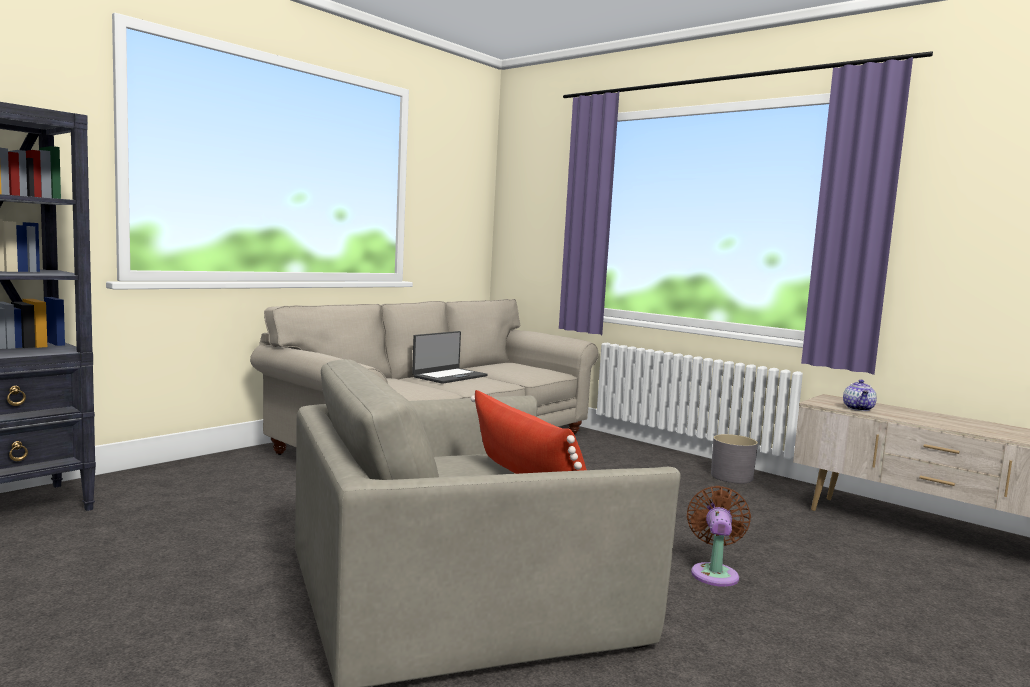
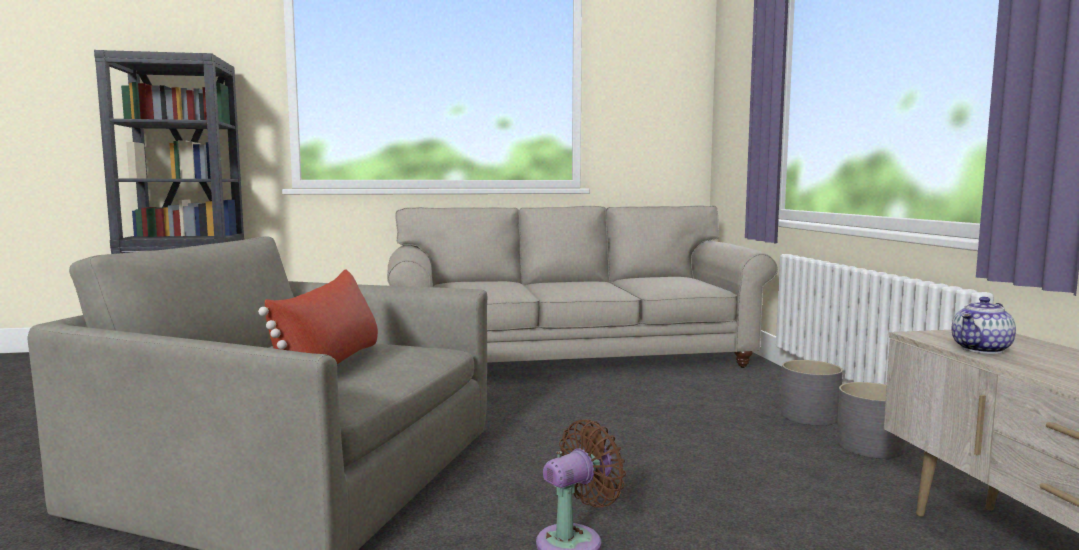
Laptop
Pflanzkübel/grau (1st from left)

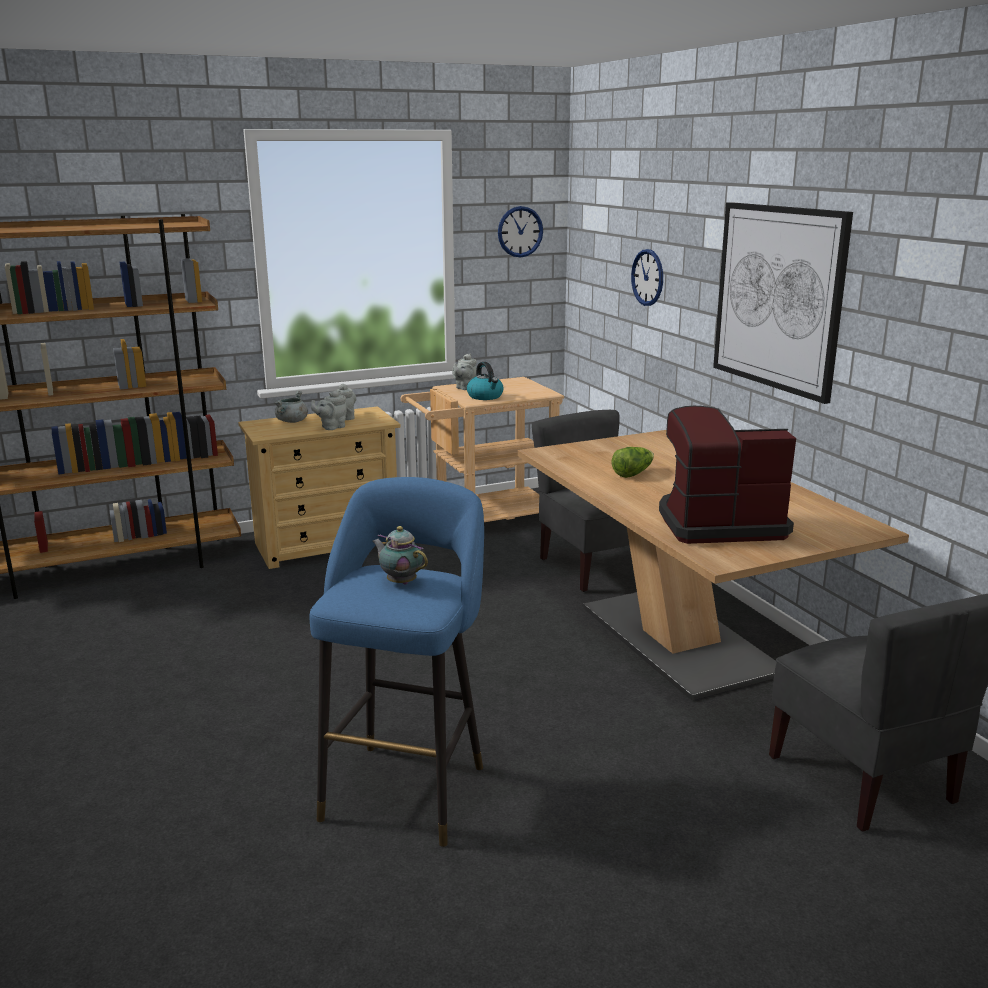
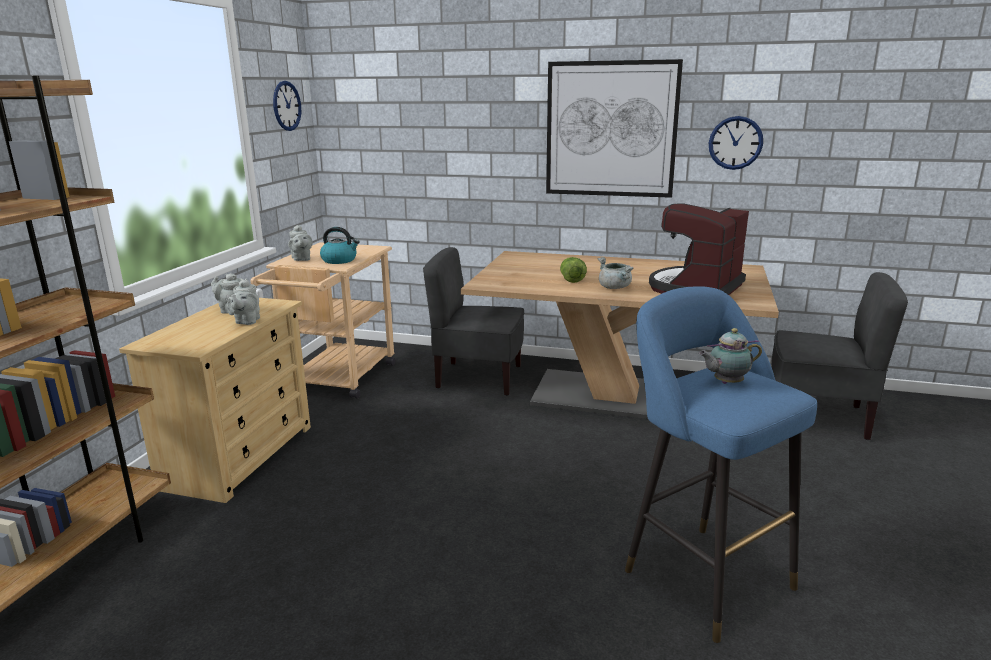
Kochtopf/grau
Wanduhr (2nd from left)

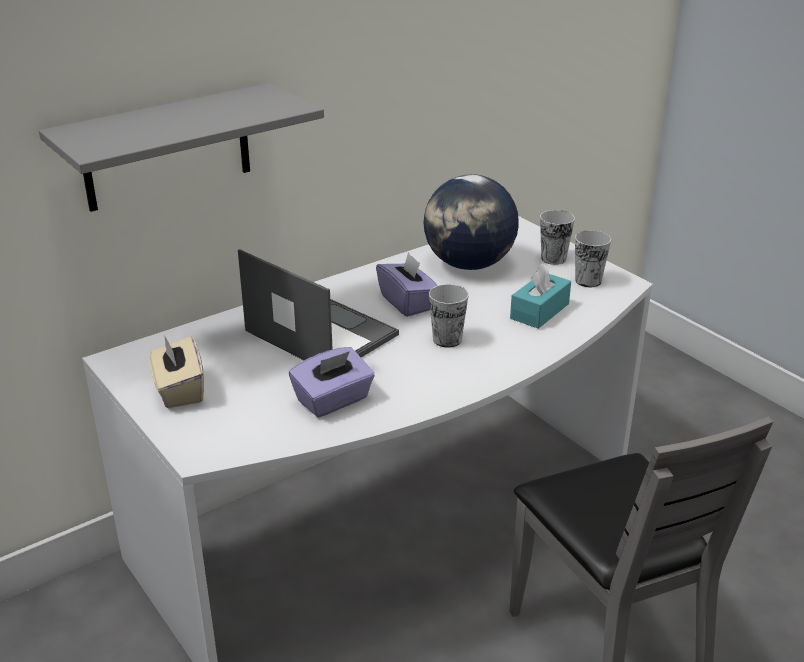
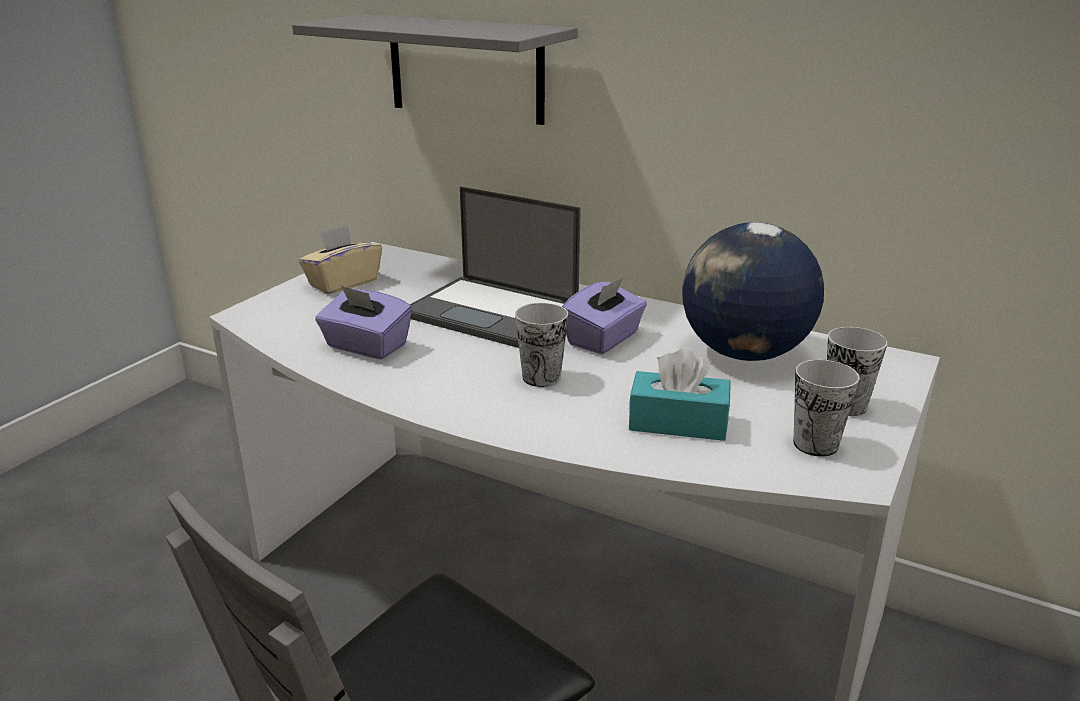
Laptop

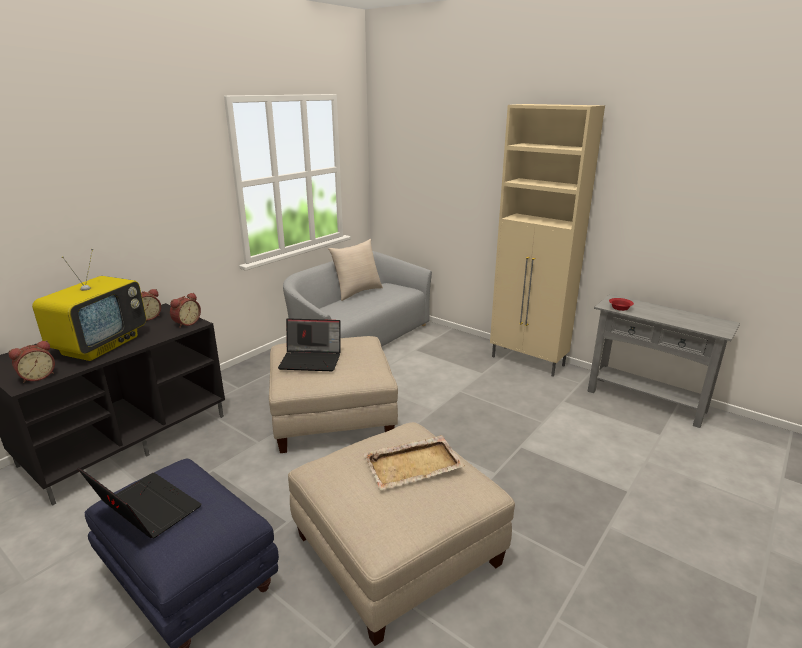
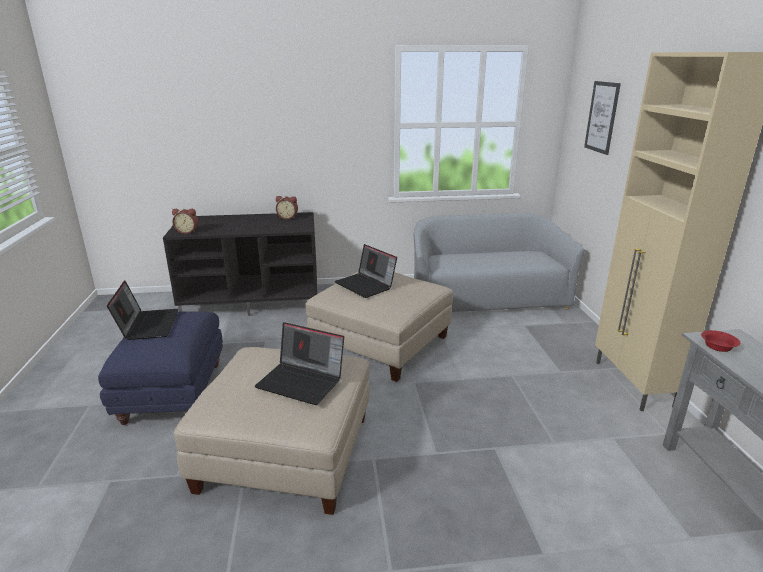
Fernseher
Wecker (3rd from left in the first image)
Kissen/beige
Bild
Laptop (2nd from left)

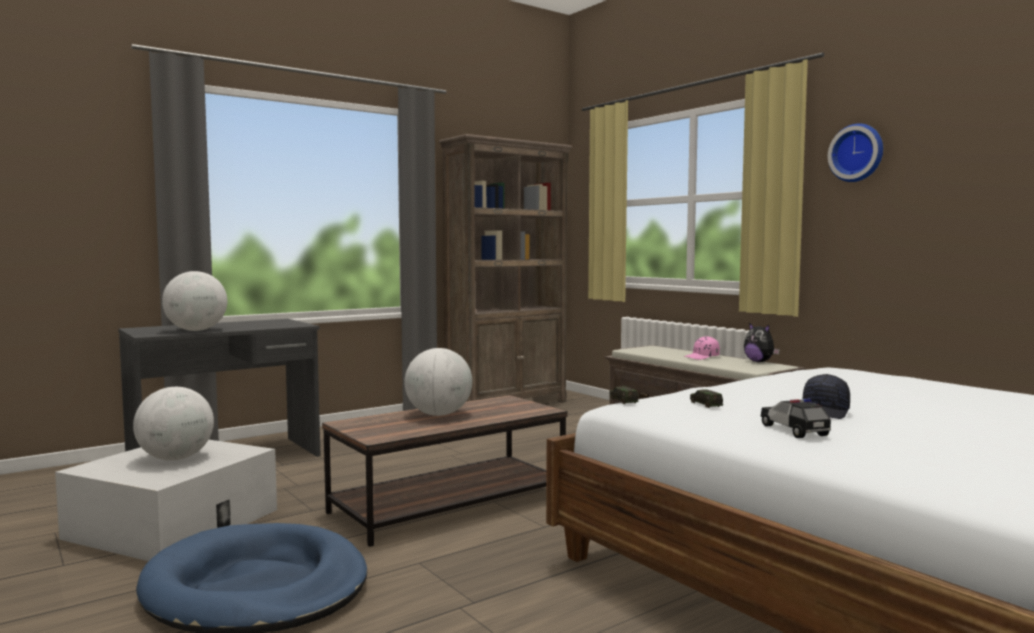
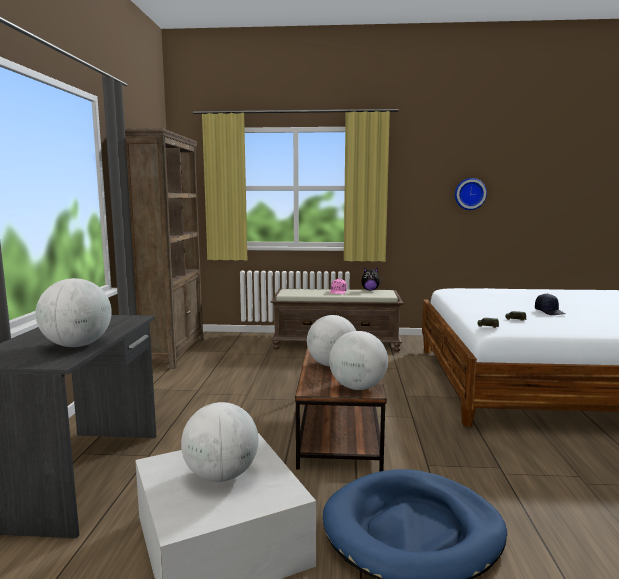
Spielzeugauto (3rd from left in the first image)
Globus (4th from left)
Wanduhr

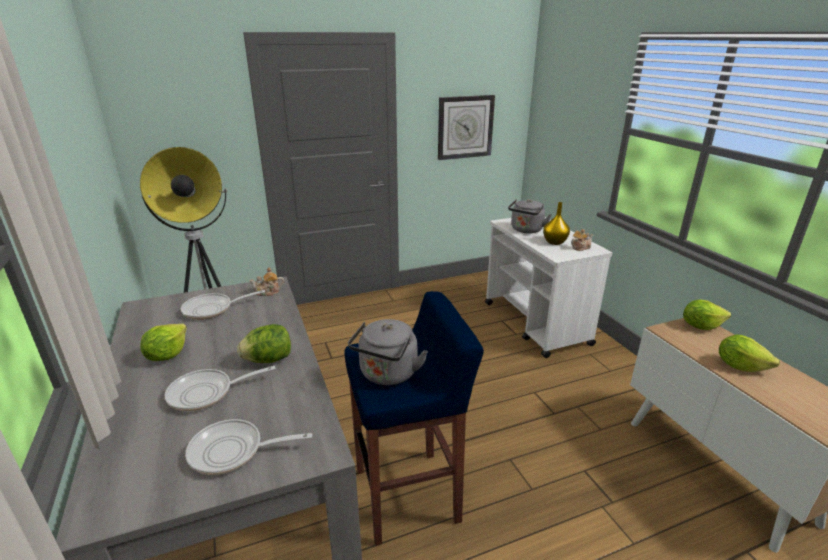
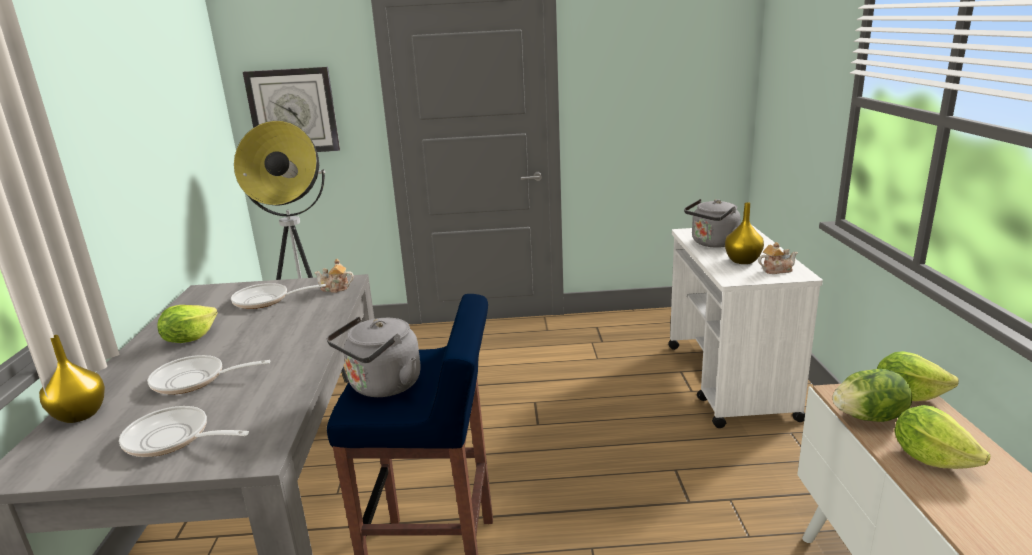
Vase/gelb (1st from left)
Salatkopf (2nd from left)
Wanduhr

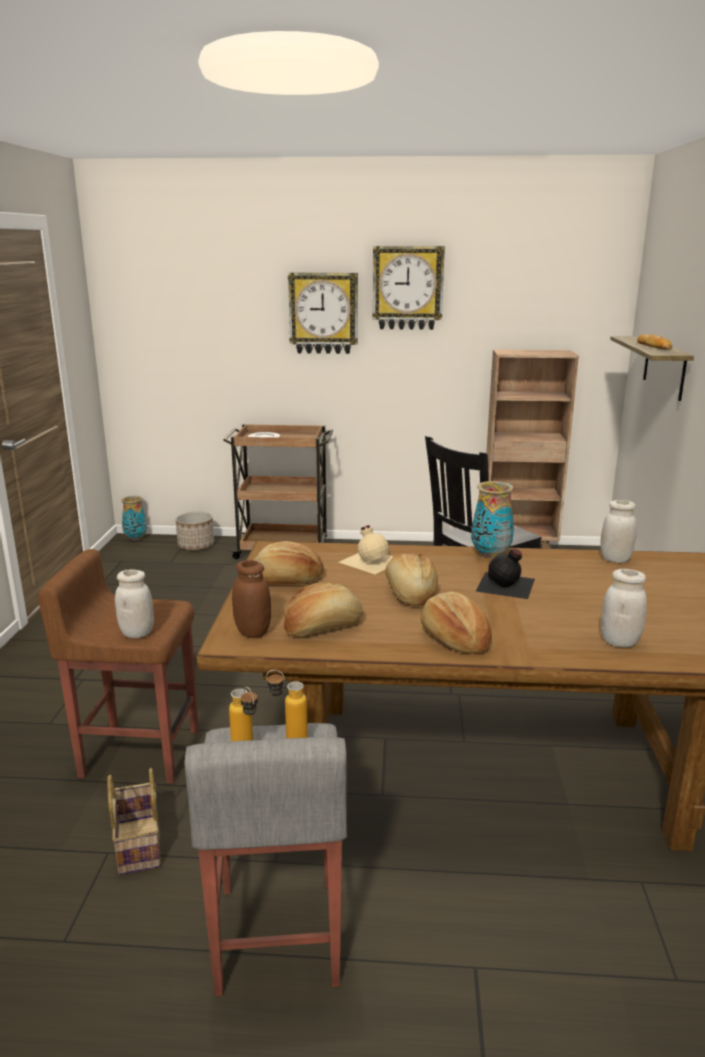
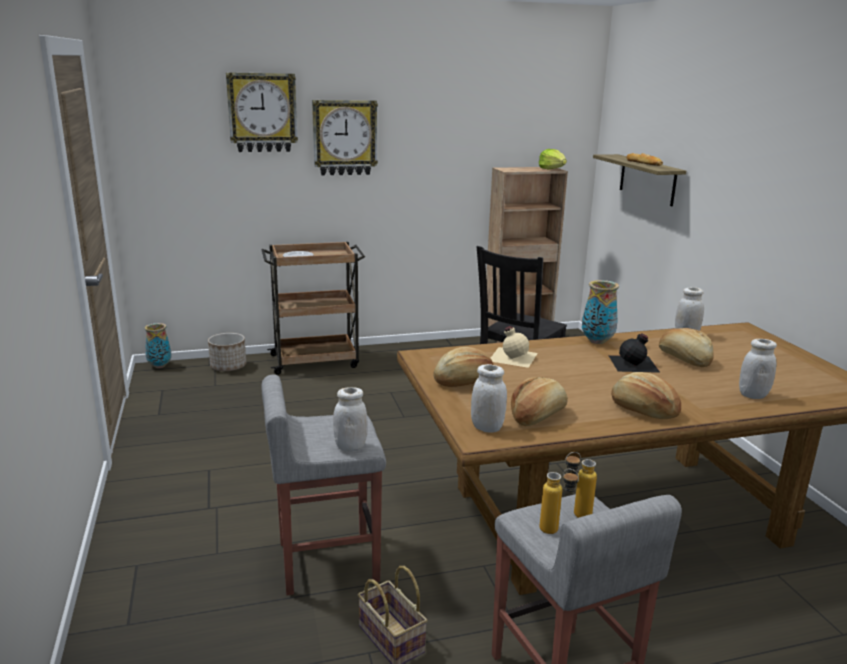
Salatkopf
Wanduhr (1st from left)
Brot (5th from left)
Hocker/grau (1st from left)
Vorratsglas/weiß (2nd from left)

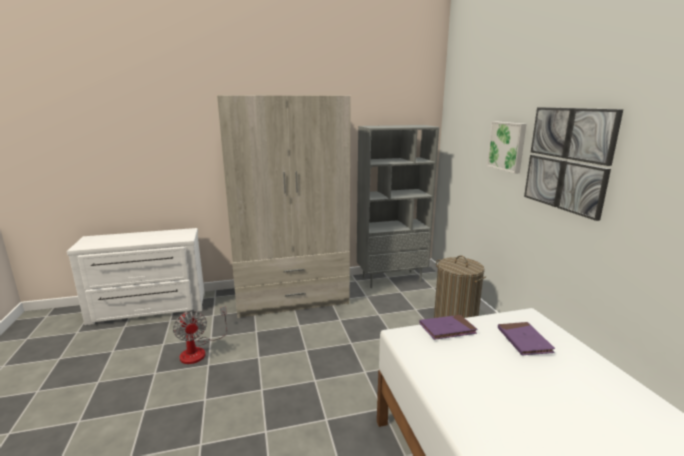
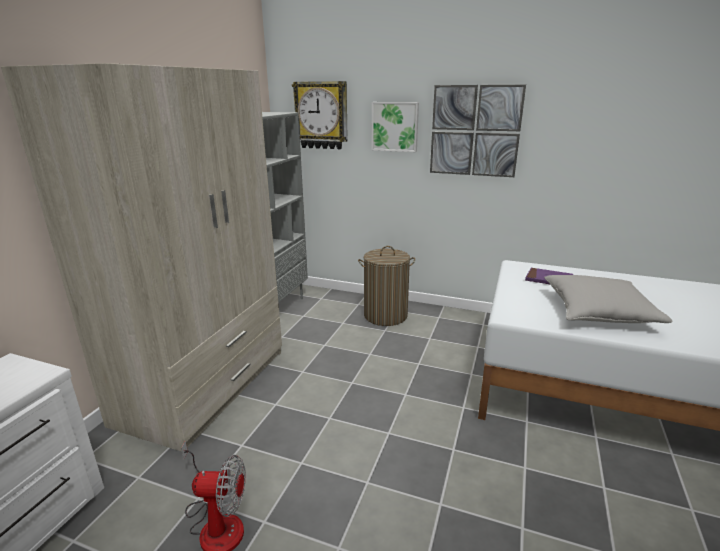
Buch/lila (1st from left in the first image)
Wanduhr
Kissen/grau

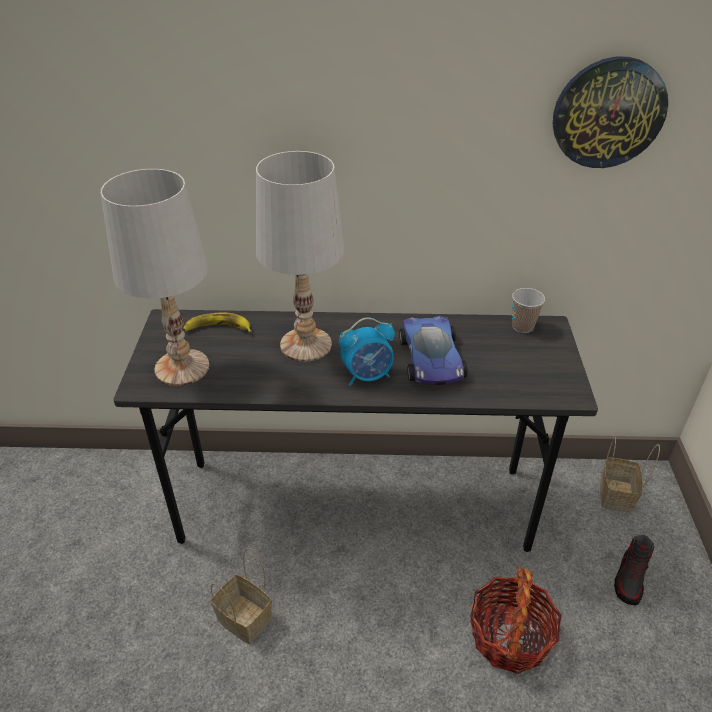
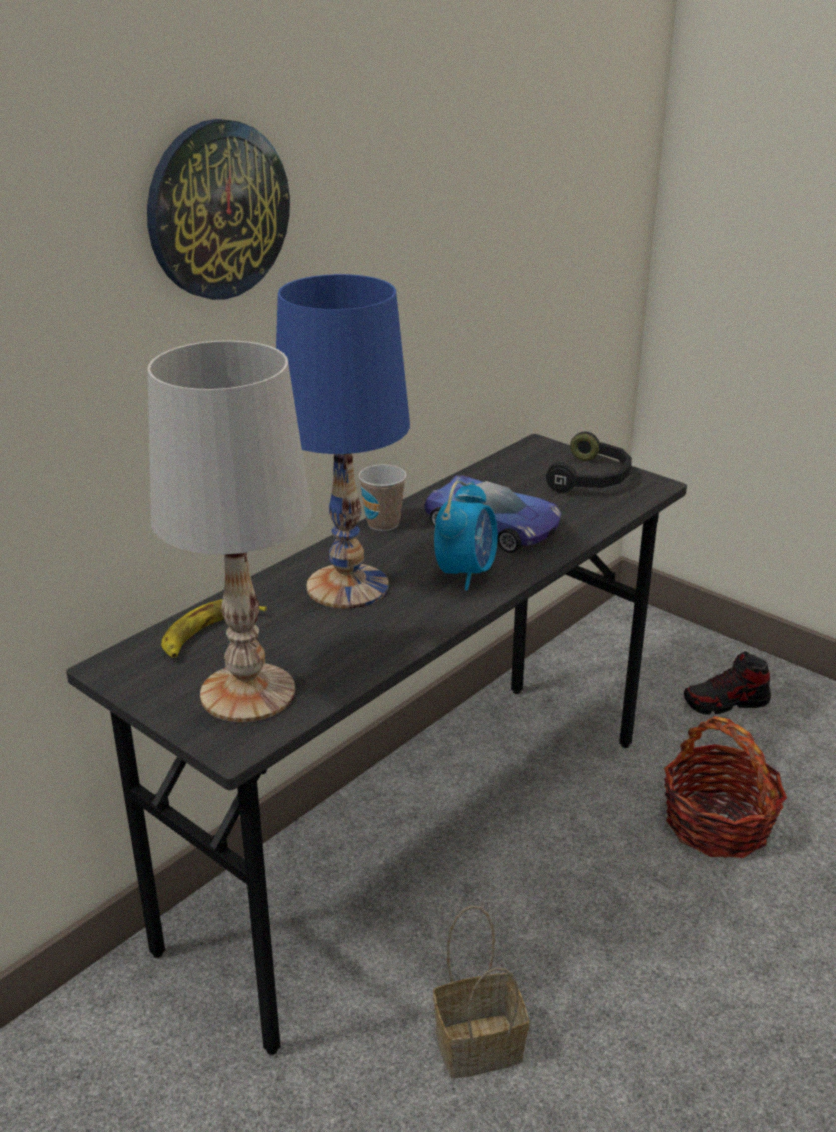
Korb (3rd from left in the first image)
Kopfhörer/schwarz
Tasse
Wanduhr
Tischlampe/blau
Schuh

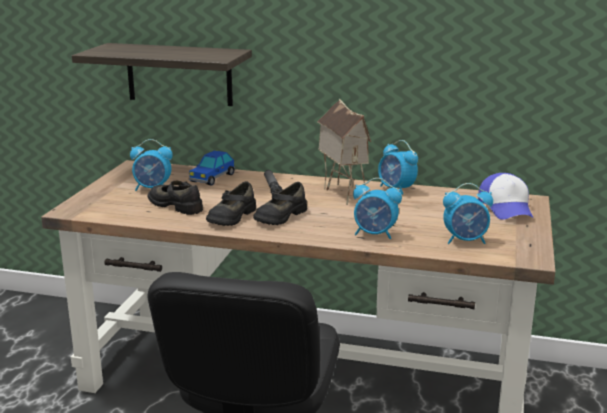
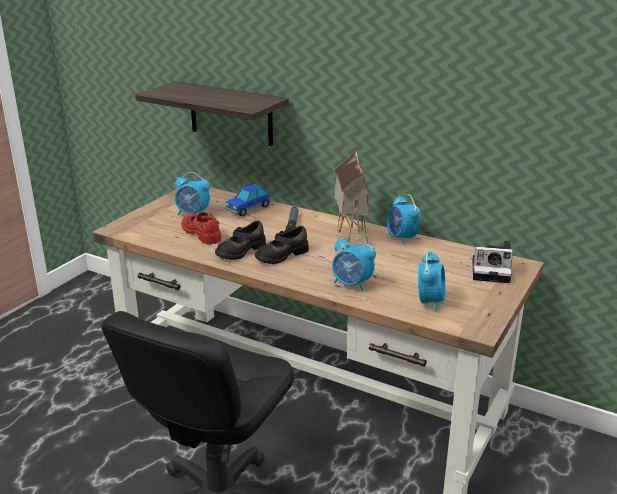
Kamera
Schuh/rot
Wecker (4th from left)

